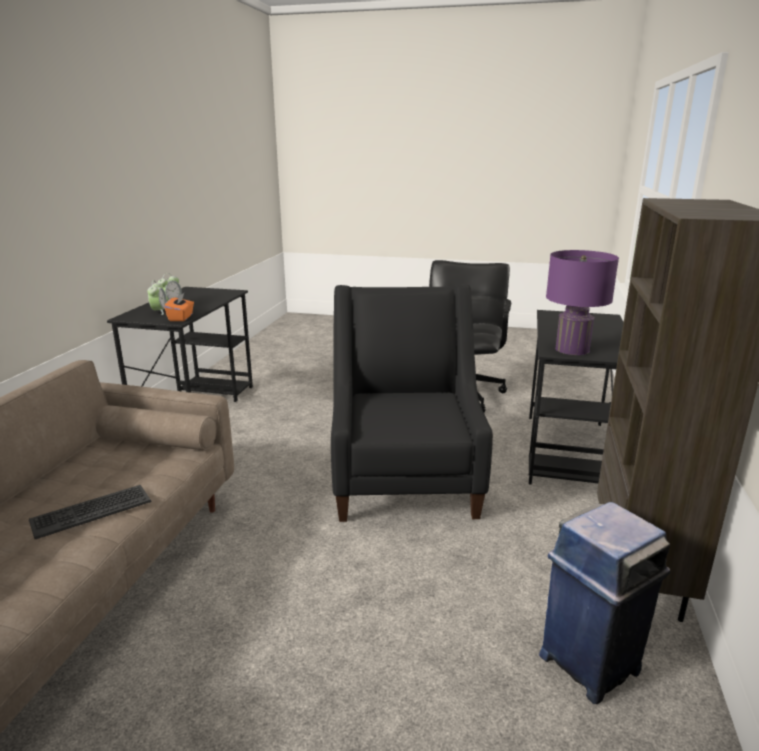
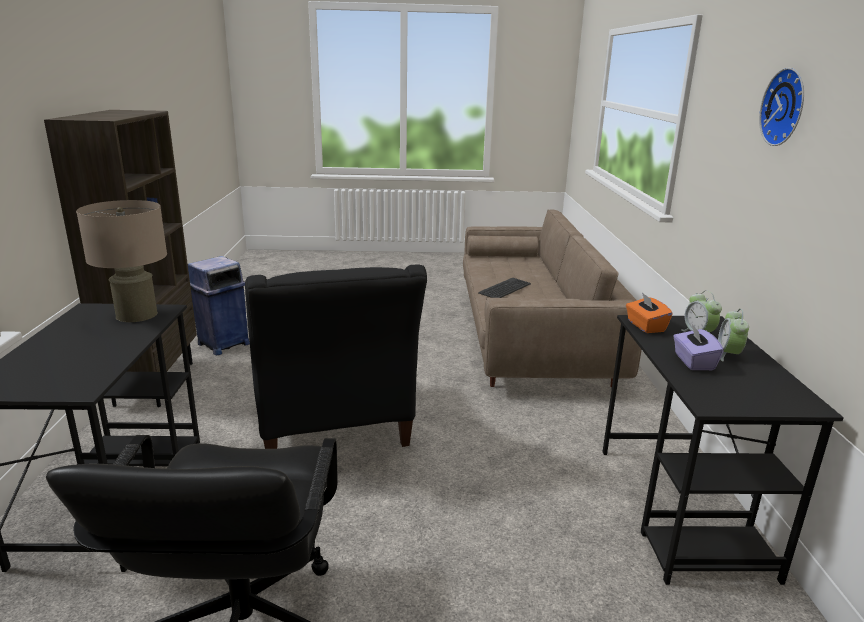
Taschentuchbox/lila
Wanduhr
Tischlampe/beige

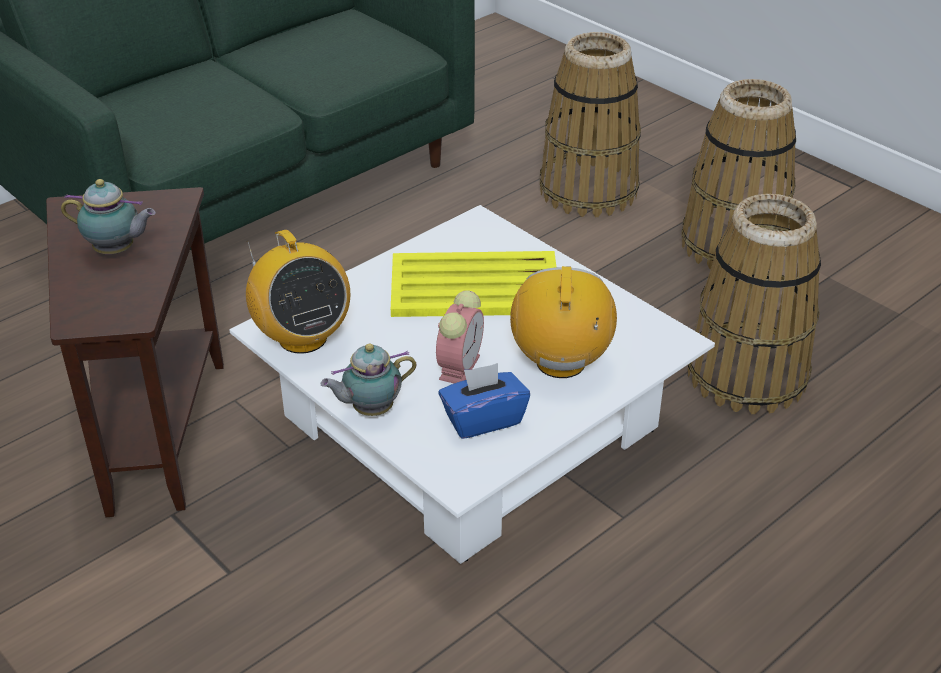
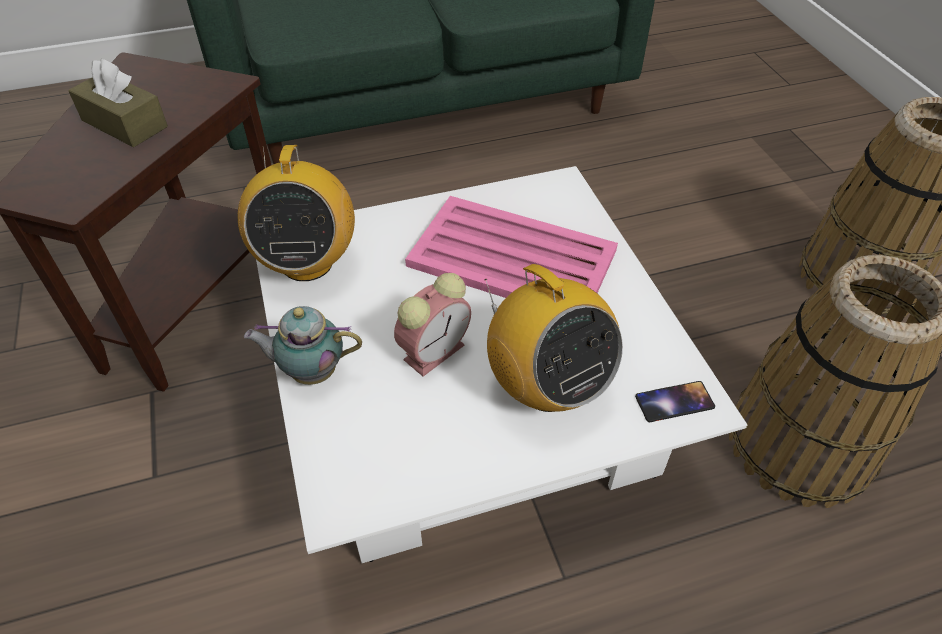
Taschentuchbox/blau
Korb (1st from left in the first image)
Handy
Taschentuchbox/braun
Tablett/rosa
Radio (2nd from left)

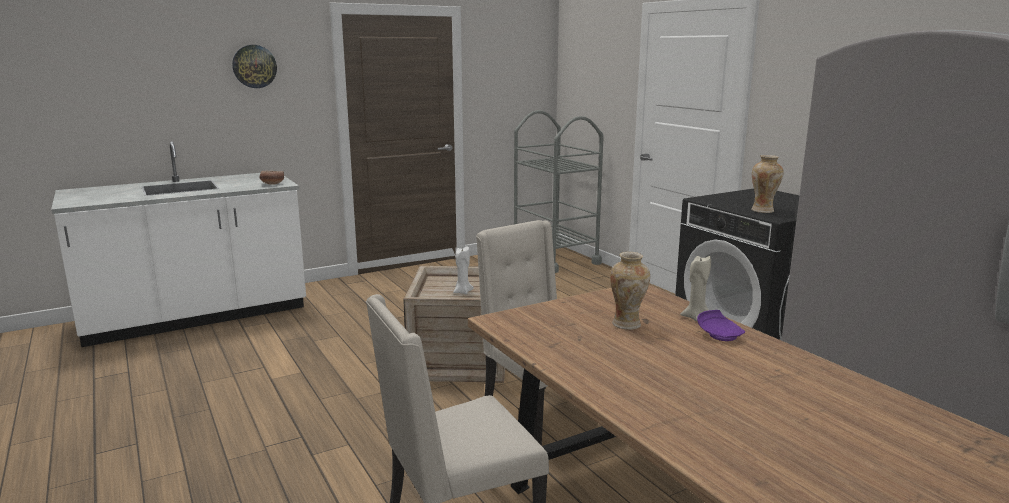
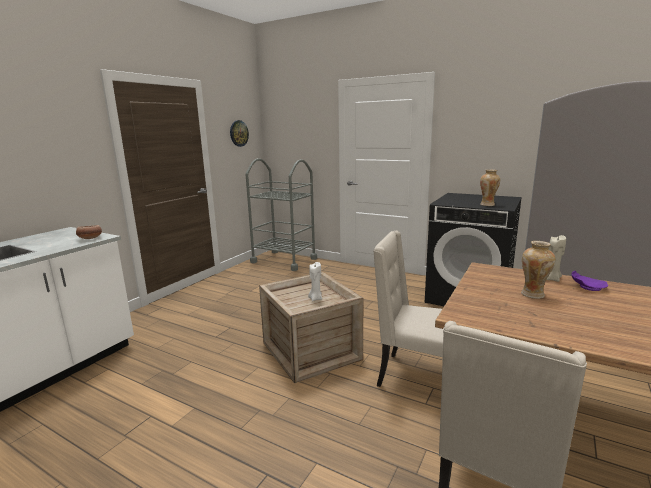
Wanduhr

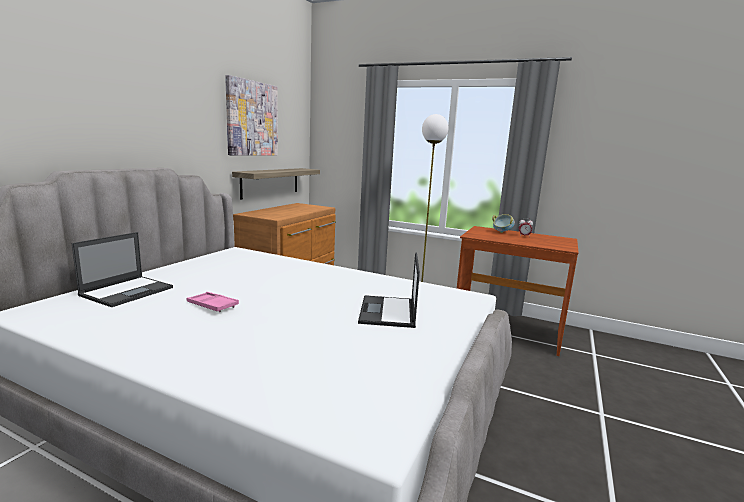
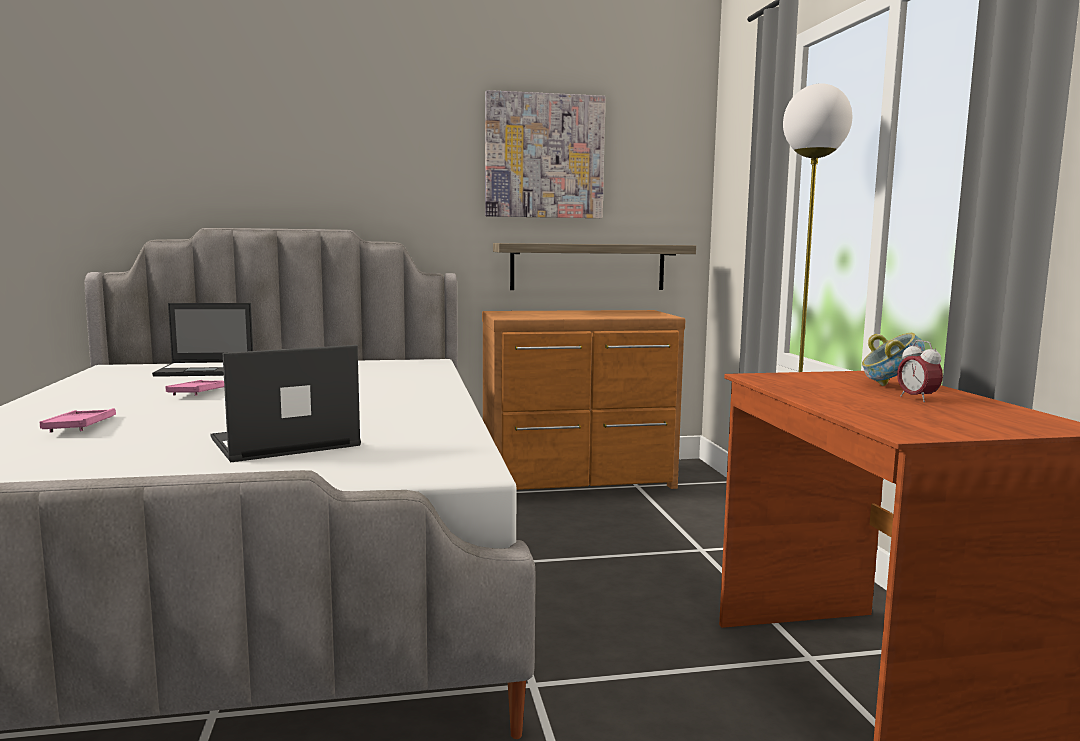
Tablett/rosa (1st from left)

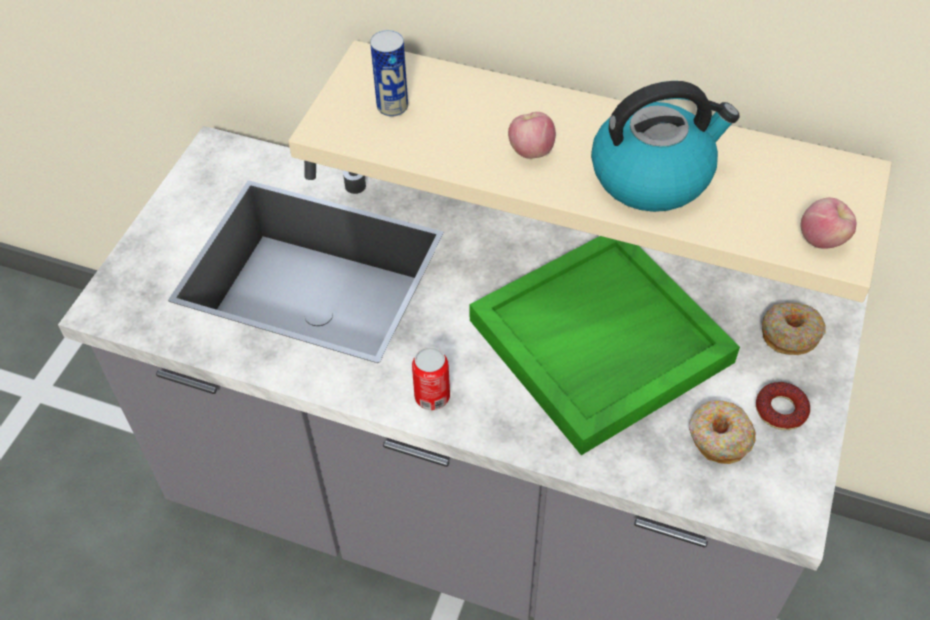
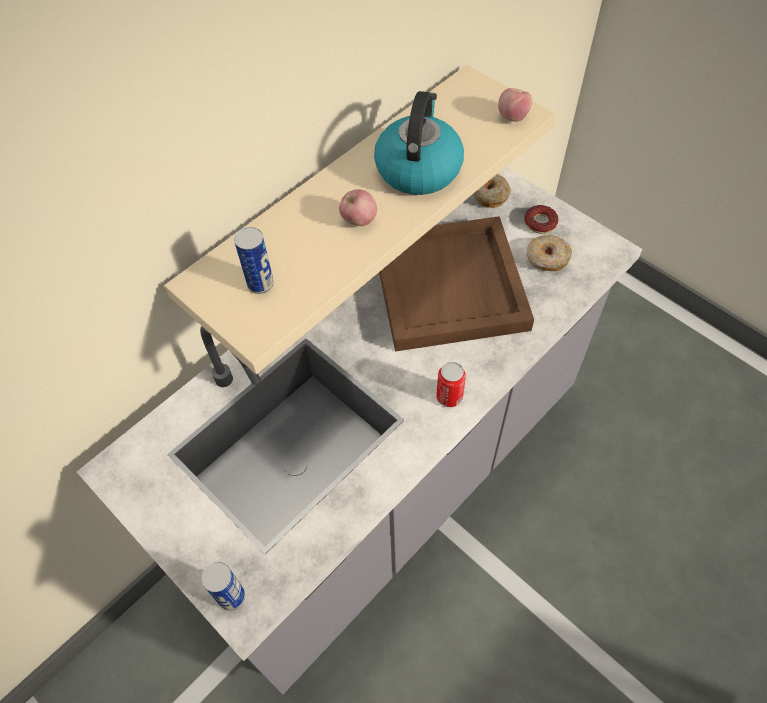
Dose (1st from left)
Tablett/braun

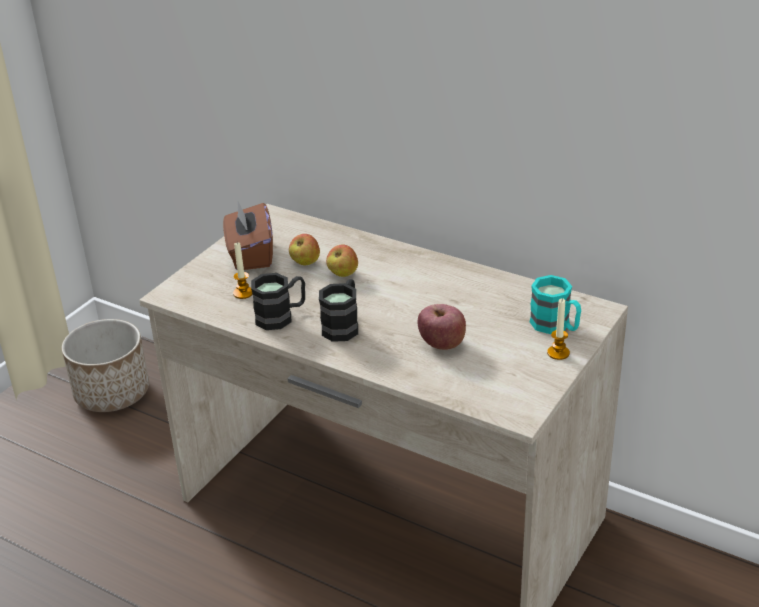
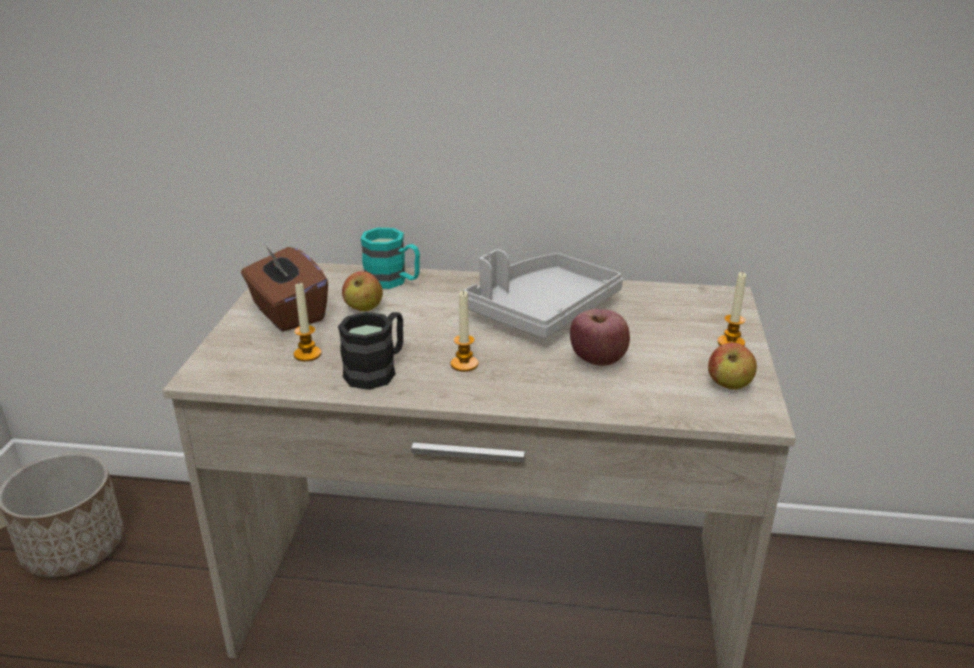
Tablett/grau
Apfel (3rd from left)
Henkelbecher/türkis
Kerze (2nd from left)

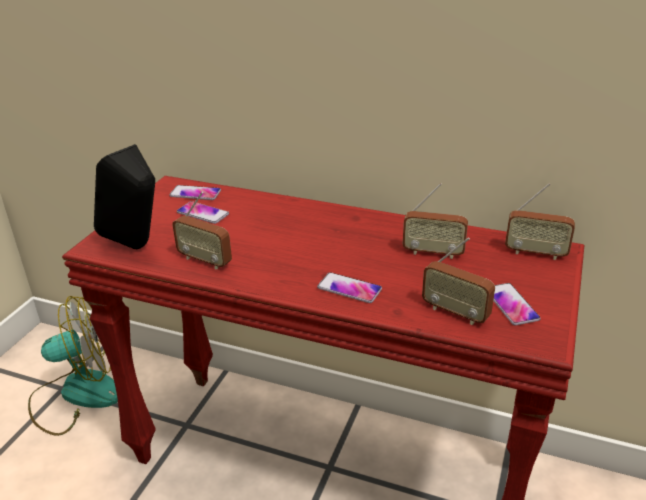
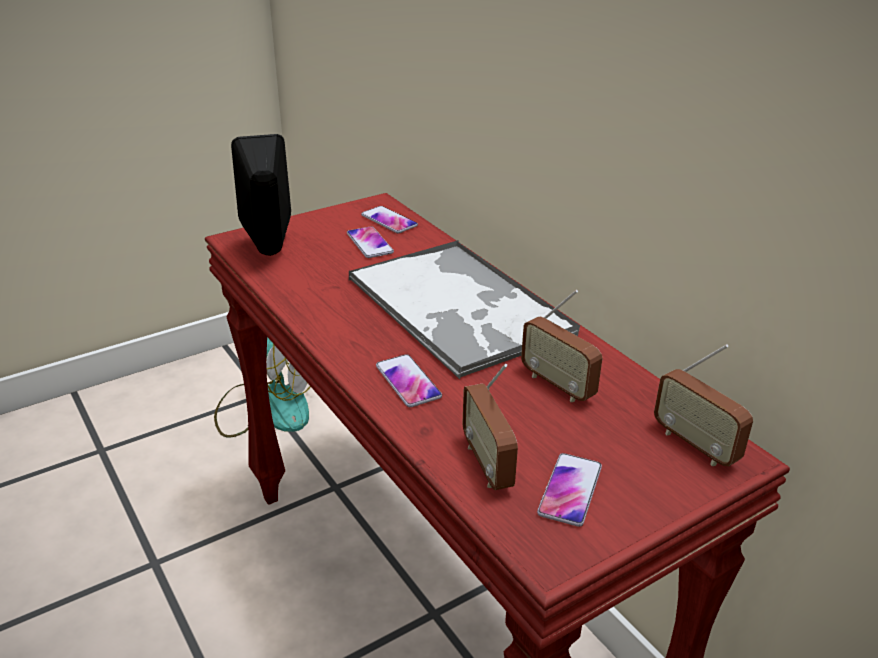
Radio (1st from left in the first image)
Tablett

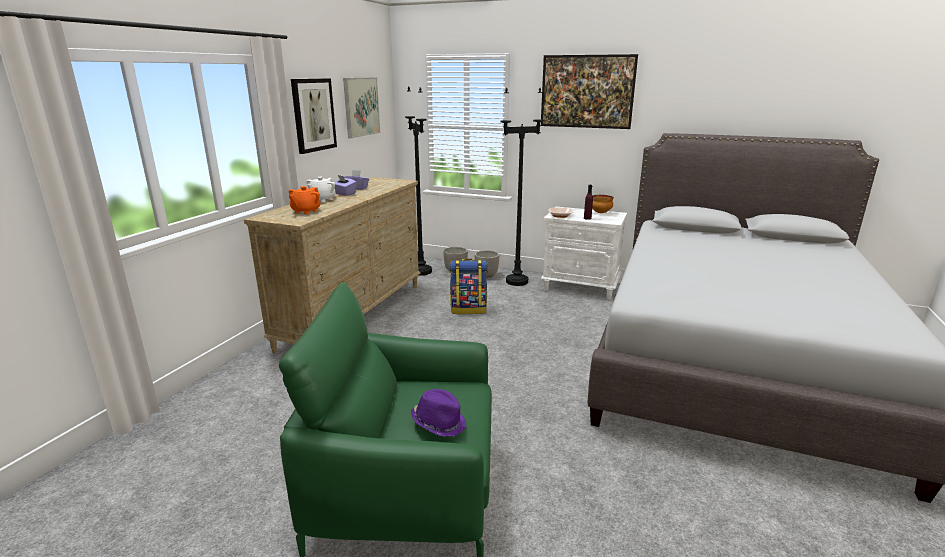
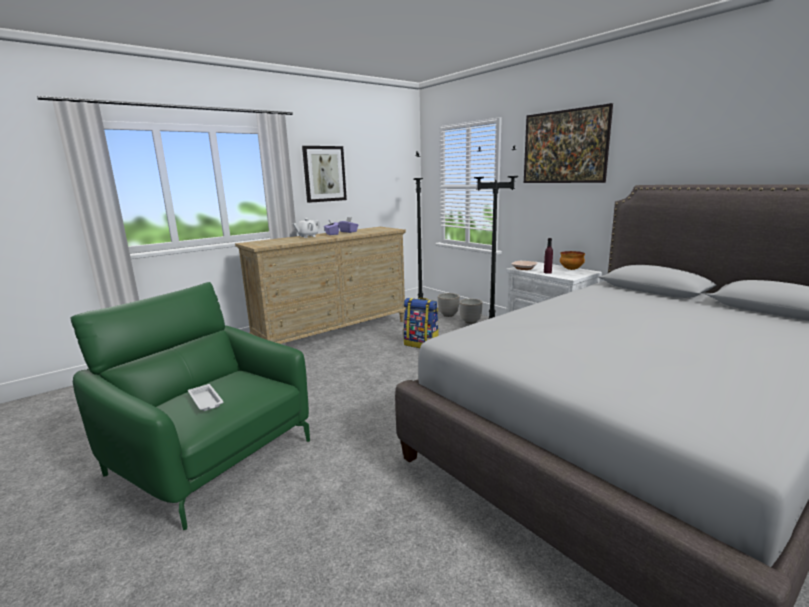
Teekanne/orange
Bild (2nd from left in the first image)
Tablett/weiß

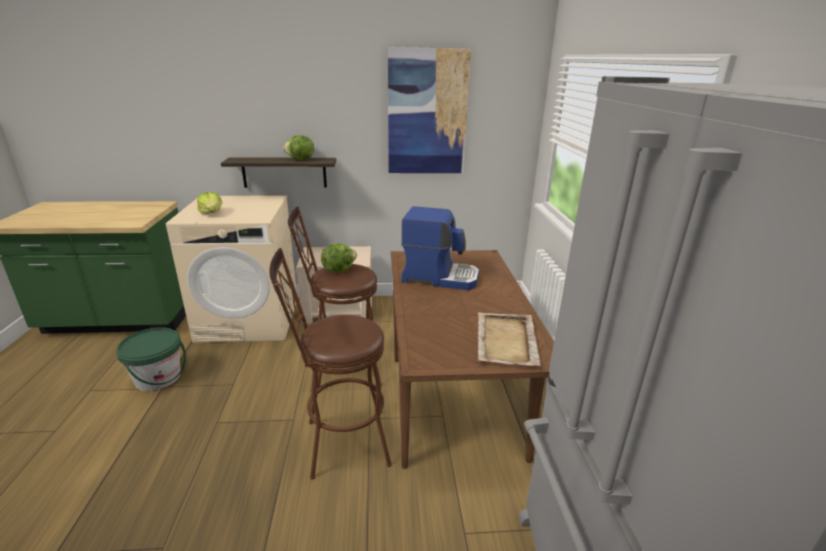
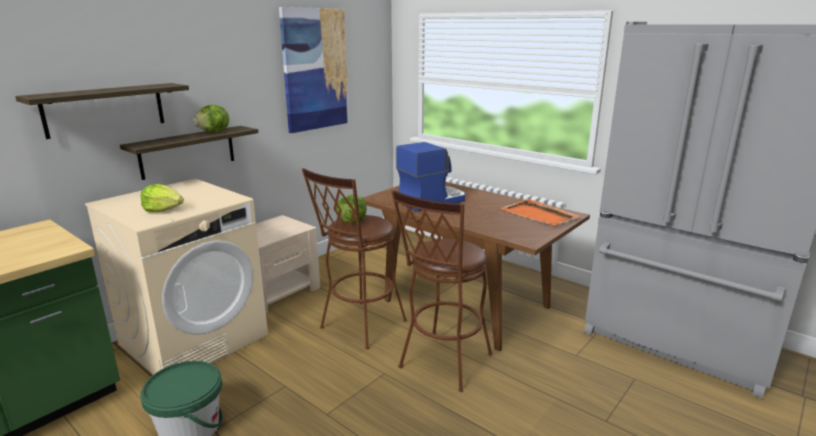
Wandregal (1st from left)
Tablett/orange

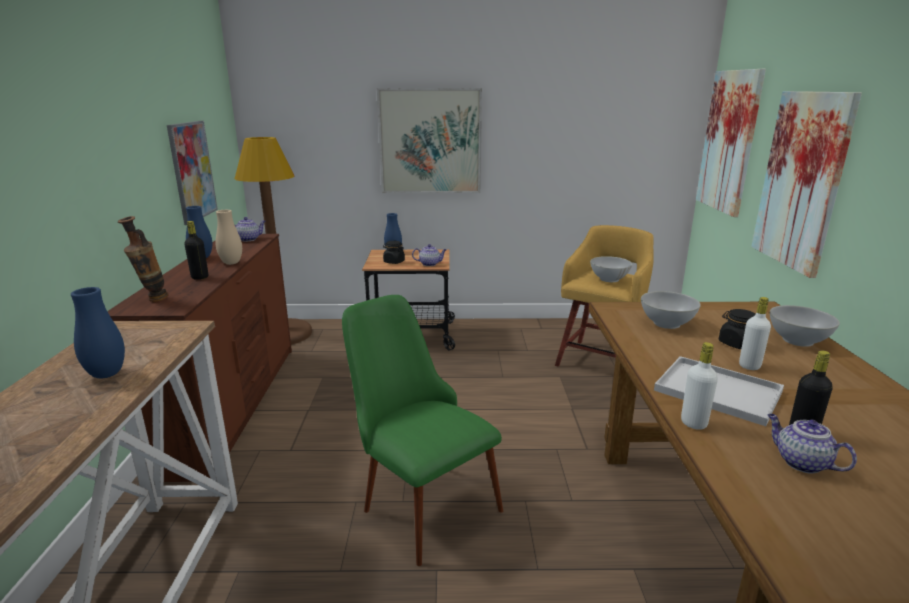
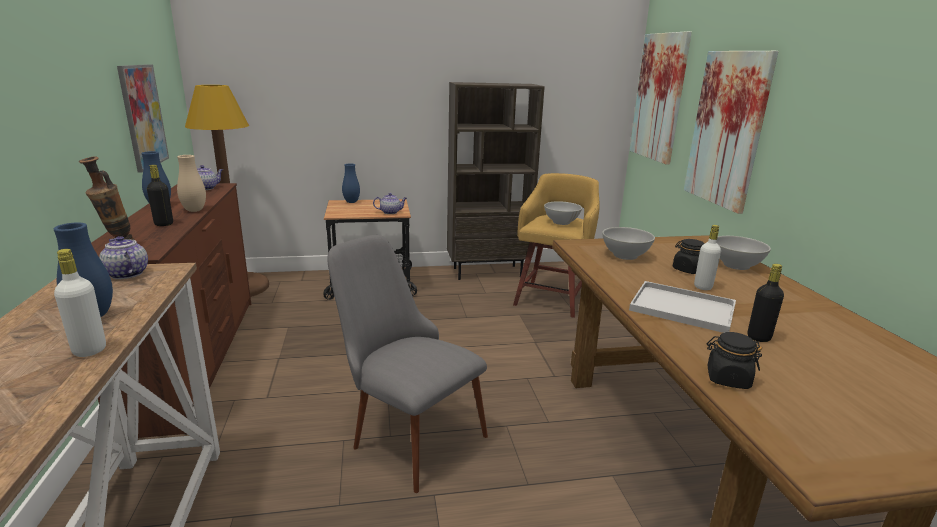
Bild (2nd from left in the first image)
Bücherregal/braun
Vorratsglas/schwarz (2nd from left)
Flasche/weiß (1st from left)
Teekanne (1st from left)
Stuhl/grau

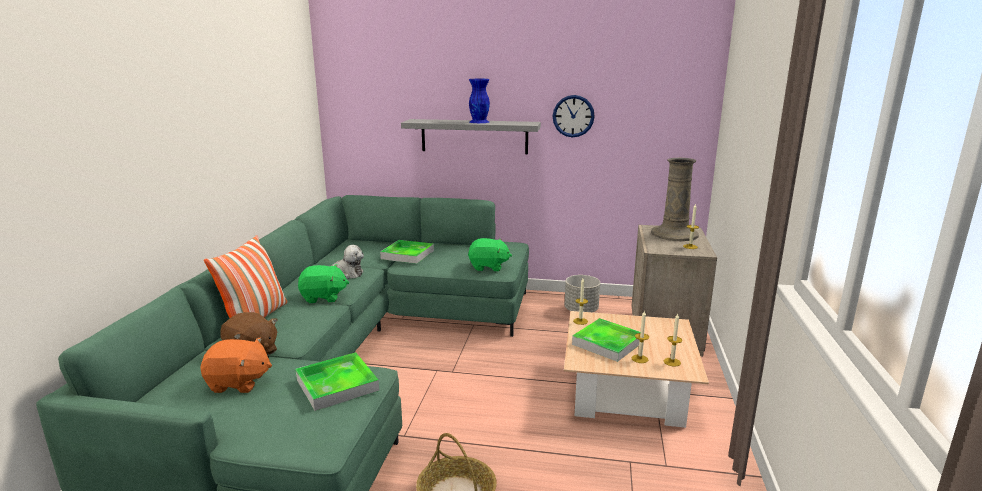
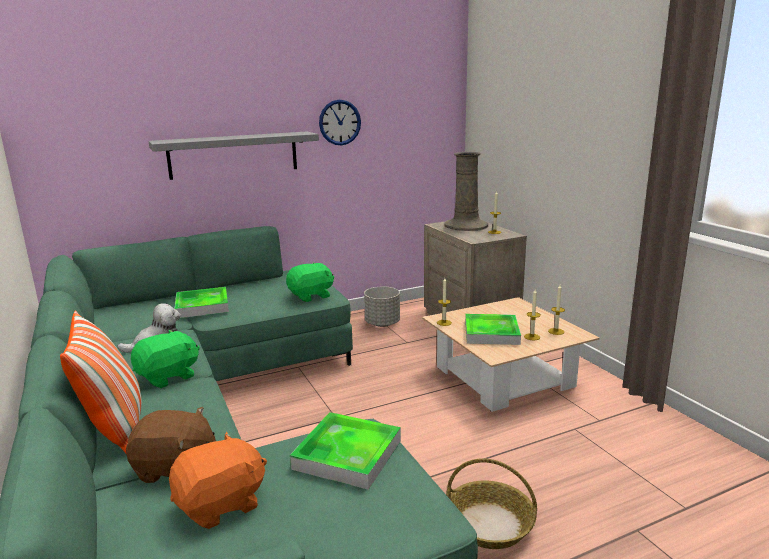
Vase/blau

